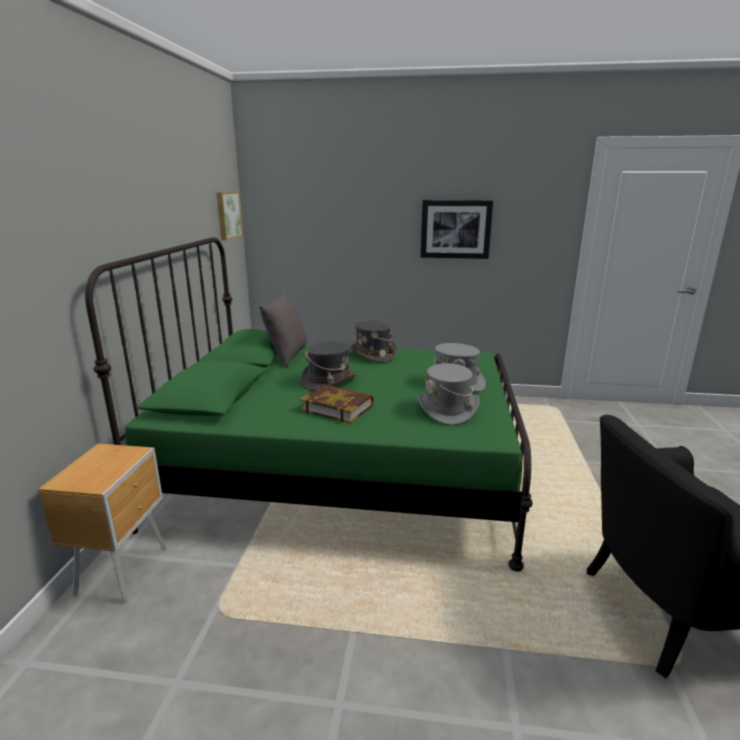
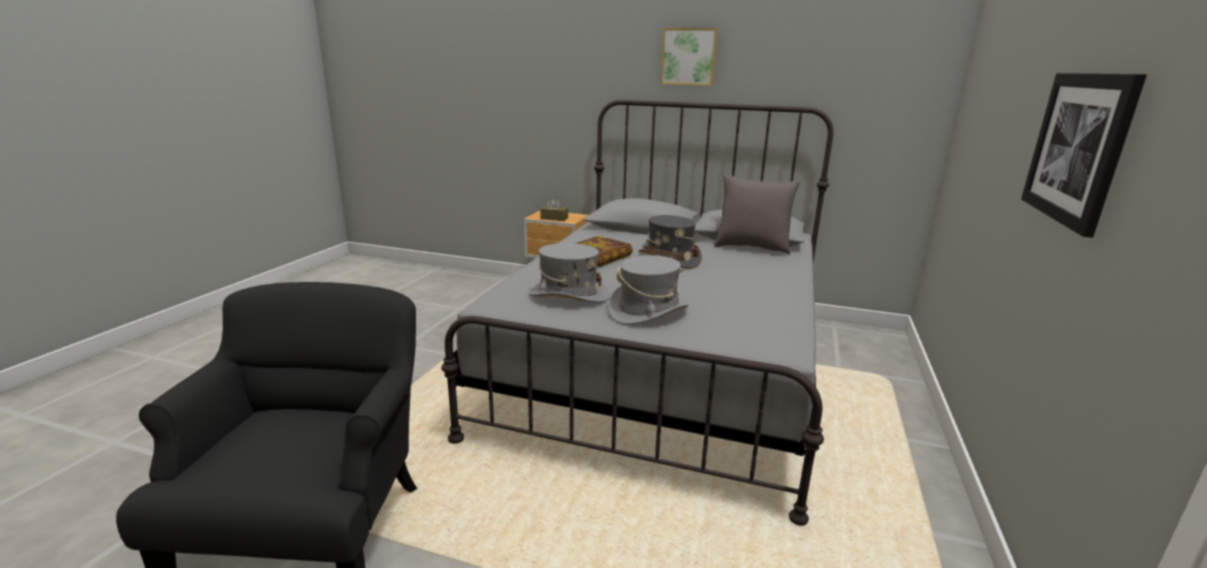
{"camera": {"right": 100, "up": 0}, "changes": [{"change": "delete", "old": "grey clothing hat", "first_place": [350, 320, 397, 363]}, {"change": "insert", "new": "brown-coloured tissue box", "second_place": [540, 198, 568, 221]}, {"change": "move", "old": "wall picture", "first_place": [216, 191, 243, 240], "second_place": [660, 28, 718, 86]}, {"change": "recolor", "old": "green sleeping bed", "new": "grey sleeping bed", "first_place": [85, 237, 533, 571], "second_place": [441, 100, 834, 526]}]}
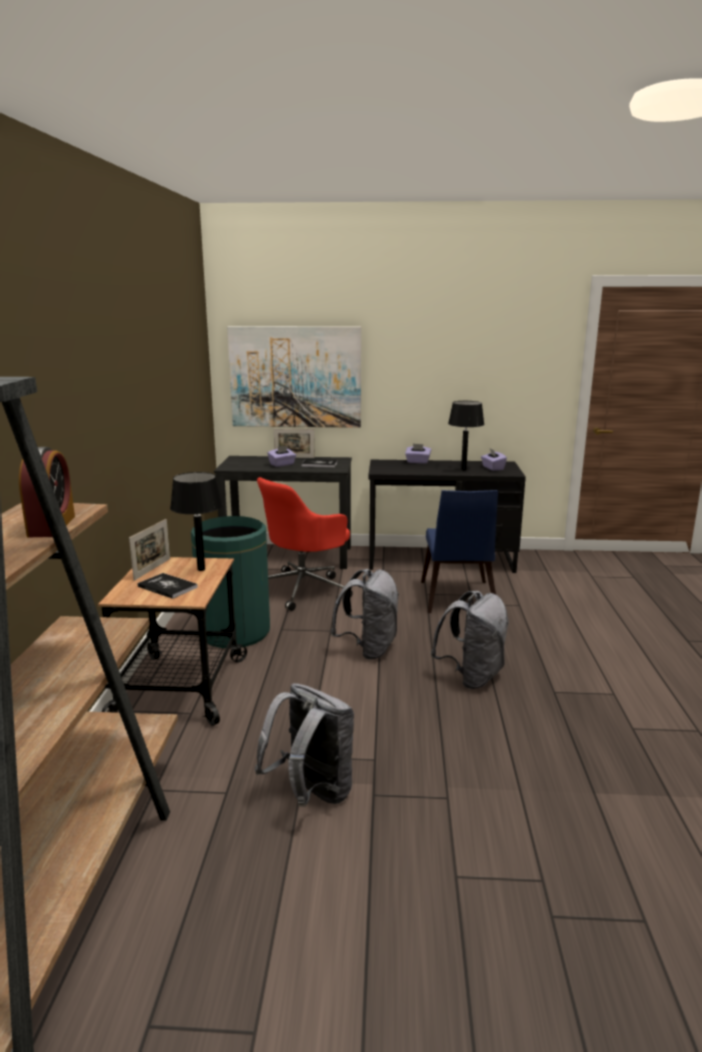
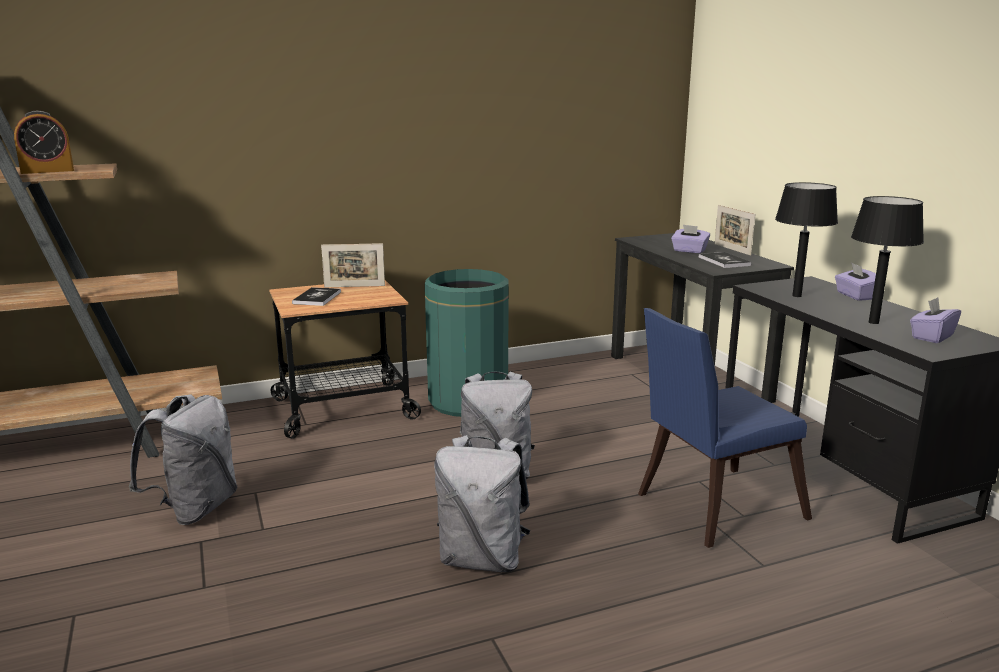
{"camera": {"right": 65, "up": 0}, "changes": [{"change": "delete", "old": "wall picture", "first_place": [227, 326, 361, 428]}, {"change": "delete", "old": "red-coloured desk chair", "first_place": [257, 477, 353, 611]}, {"change": "move", "old": "black lamp for a table", "first_place": [170, 472, 223, 571], "second_place": [775, 182, 838, 297]}]}
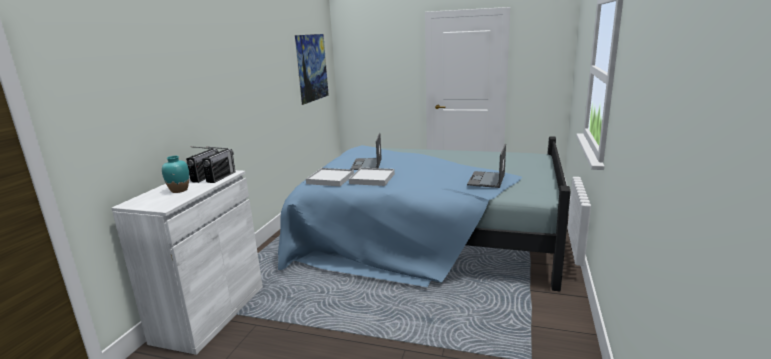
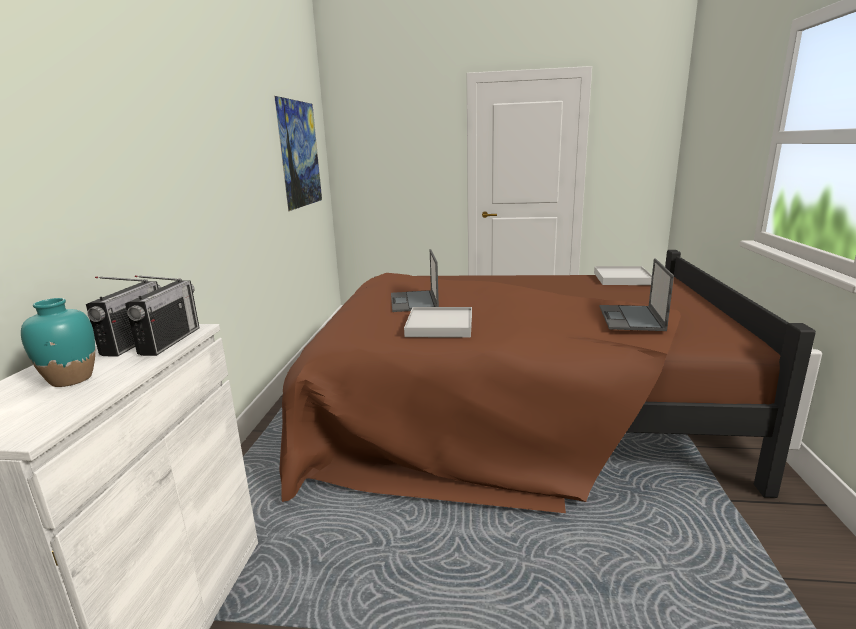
{"camera": {"right": -10, "up": 0}, "changes": [{"change": "move", "old": "white-coloured tray", "first_place": [306, 168, 354, 186], "second_place": [594, 266, 652, 285]}, {"change": "recolor", "old": "blue-coloured sleeping bed", "new": "brown-coloured sleeping bed", "first_place": [278, 136, 571, 291], "second_place": [279, 250, 816, 513]}]}
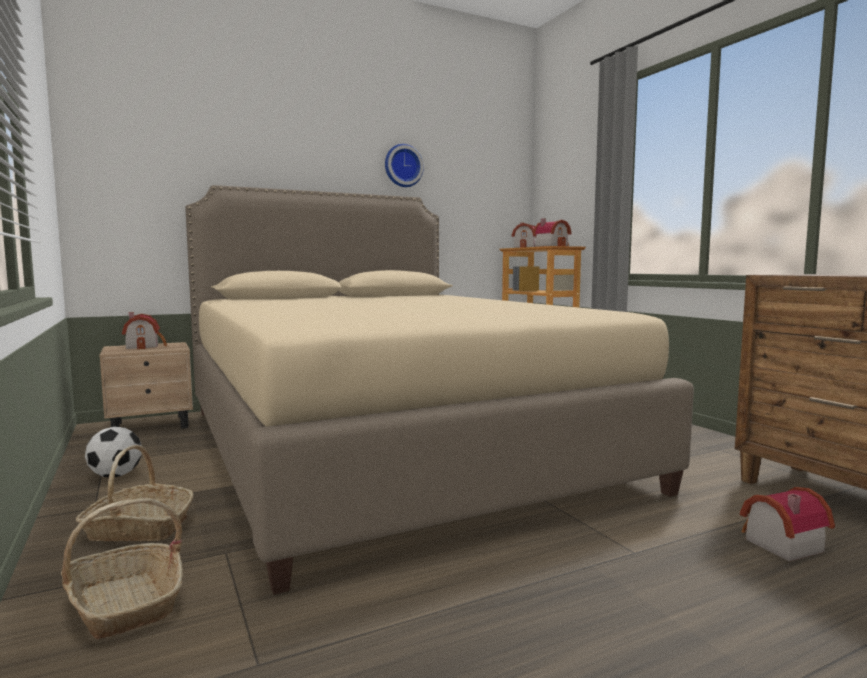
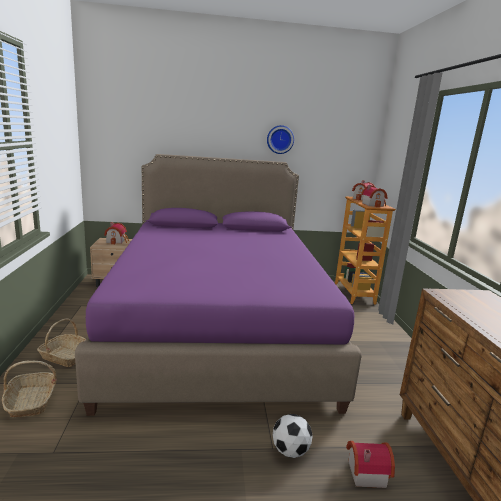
{"camera": {"right": 20, "up": 10}, "changes": [{"change": "move", "old": "football", "first_place": [85, 426, 142, 478], "second_place": [273, 414, 313, 458]}, {"change": "recolor", "old": "sand-coloured sleeping bed", "new": "purplish sleeping bed", "first_place": [185, 185, 694, 595], "second_place": [75, 154, 362, 416]}]}
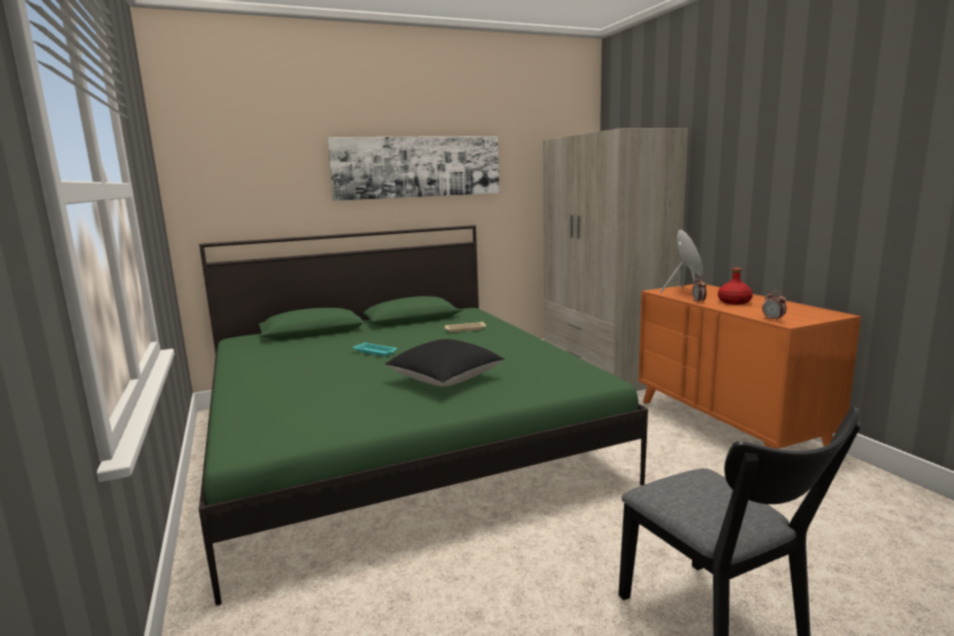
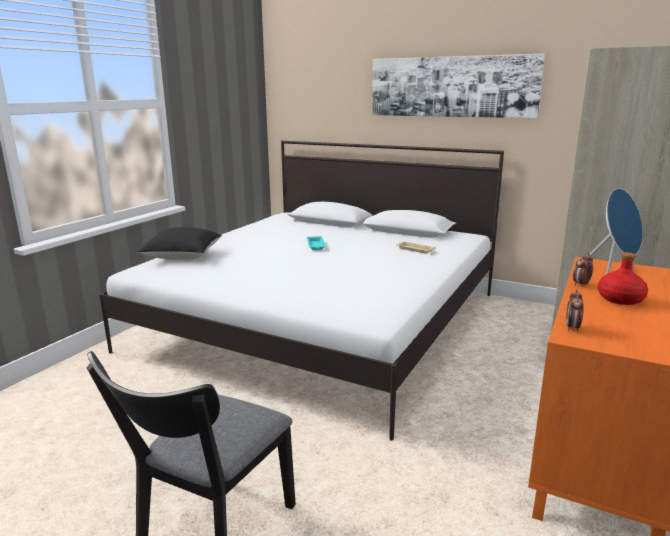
{"camera": {"right": 50, "up": 5}, "changes": [{"change": "move", "old": "black pillow", "first_place": [385, 339, 505, 386], "second_place": [138, 227, 222, 260]}, {"change": "recolor", "old": "green sleeping bed", "new": "white-coloured sleeping bed", "first_place": [198, 225, 648, 606], "second_place": [99, 141, 504, 441]}]}
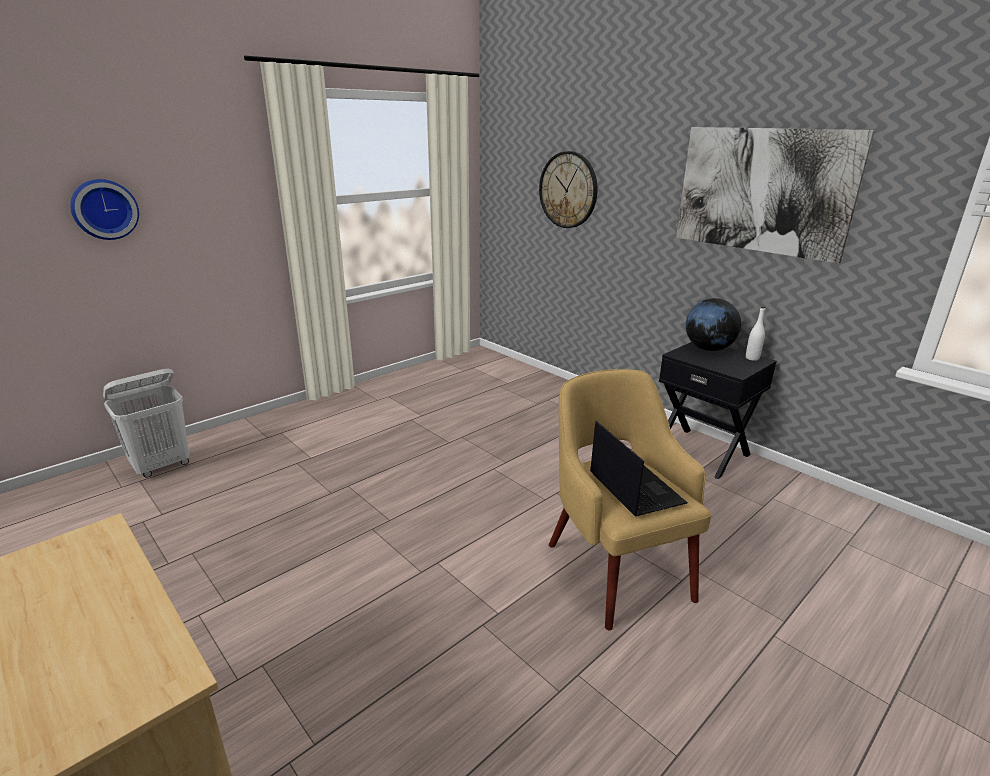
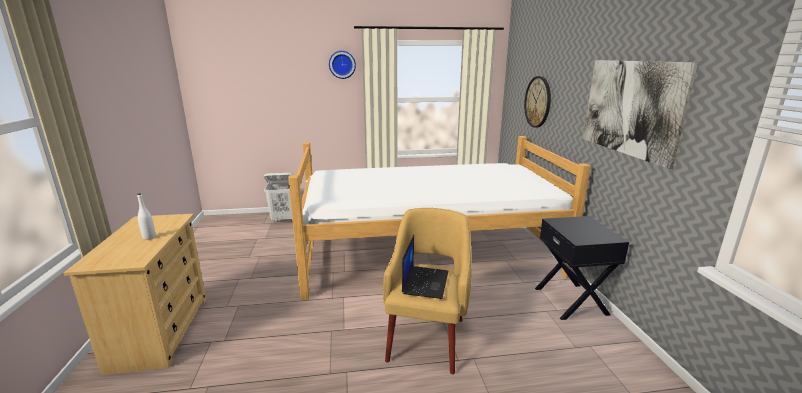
{"camera": {"right": 35, "up": -5}, "changes": [{"change": "delete", "old": "globe", "first_place": [686, 298, 741, 351]}, {"change": "insert", "new": "sleeping bed", "second_place": [288, 136, 591, 300]}, {"change": "move", "old": "clock on the wall", "first_place": [70, 179, 139, 240], "second_place": [329, 51, 356, 79]}, {"change": "move", "old": "white-coloured bottle", "first_place": [746, 307, 765, 361], "second_place": [137, 193, 156, 240]}]}
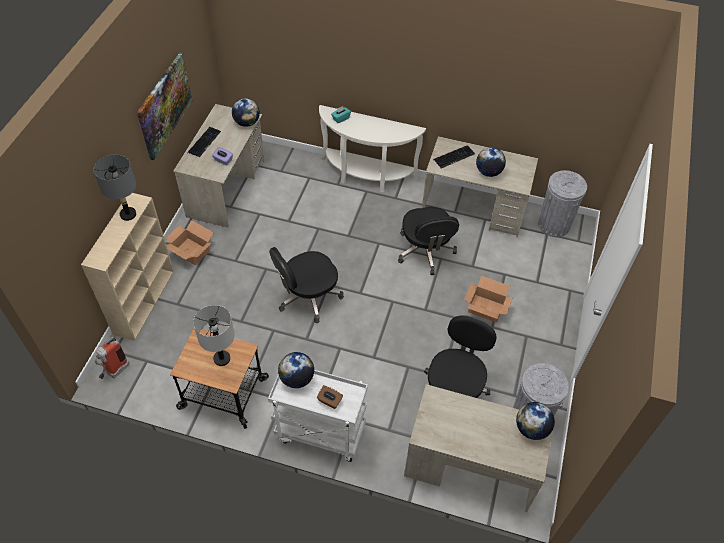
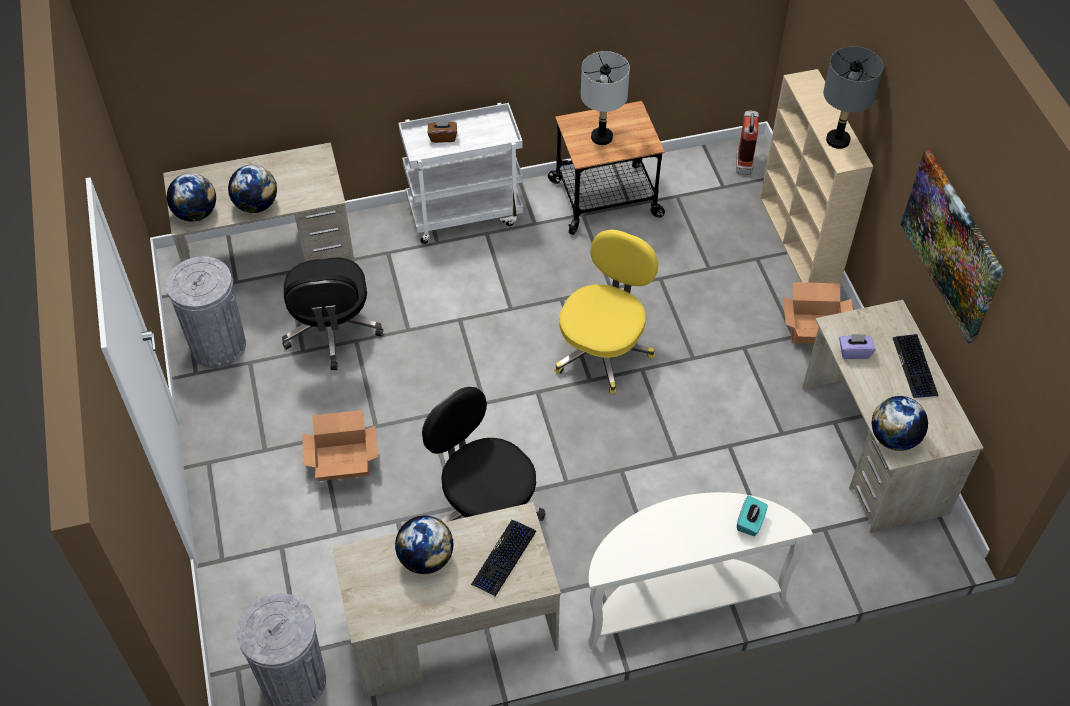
{"camera": {"right": 150, "up": 0}, "changes": [{"change": "move", "old": "globe", "first_place": [278, 352, 314, 388], "second_place": [228, 165, 277, 213]}, {"change": "recolor", "old": "black desk chair", "new": "yellow-coloured desk chair", "first_place": [269, 247, 344, 323], "second_place": [555, 230, 658, 394]}]}
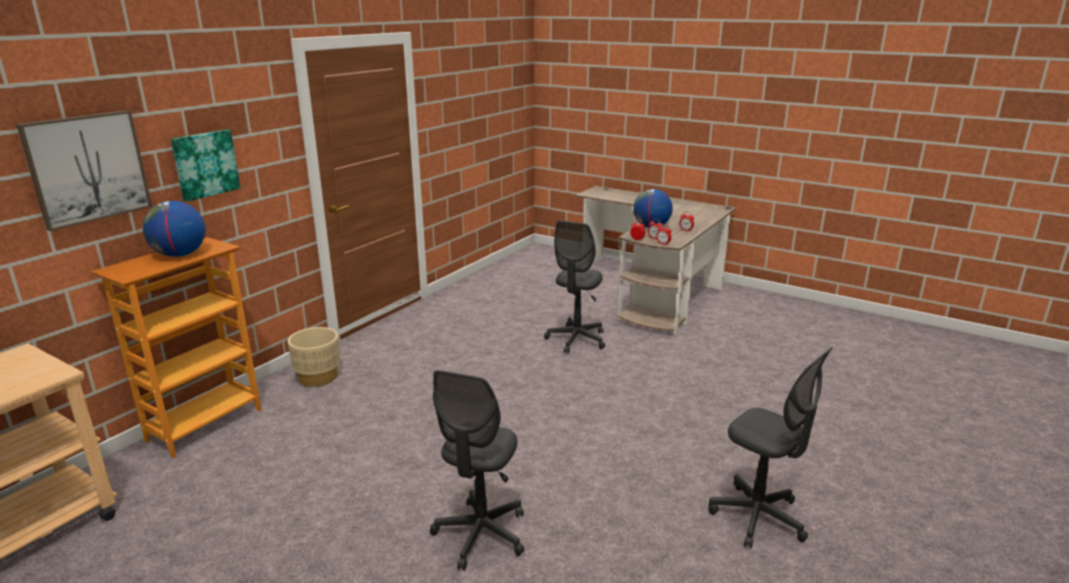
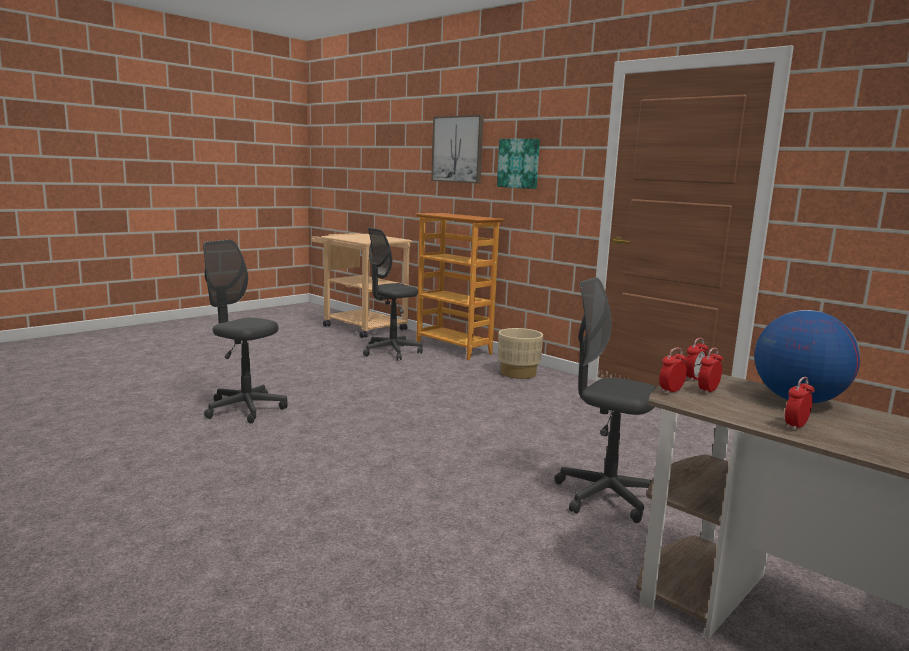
{"camera": {"right": 100, "up": -10}, "changes": [{"change": "delete", "old": "globe", "first_place": [143, 201, 206, 257]}, {"change": "move", "old": "grey desk chair", "first_place": [708, 347, 833, 548], "second_place": [363, 227, 423, 360]}]}
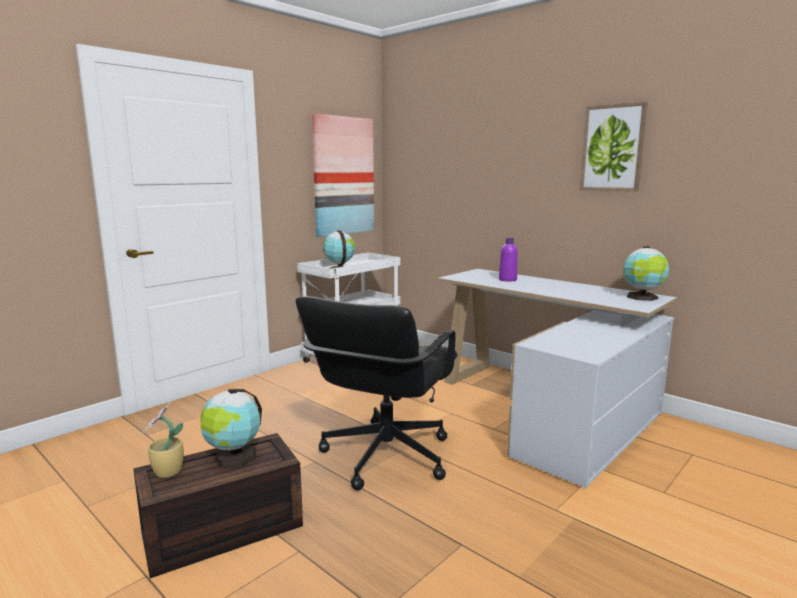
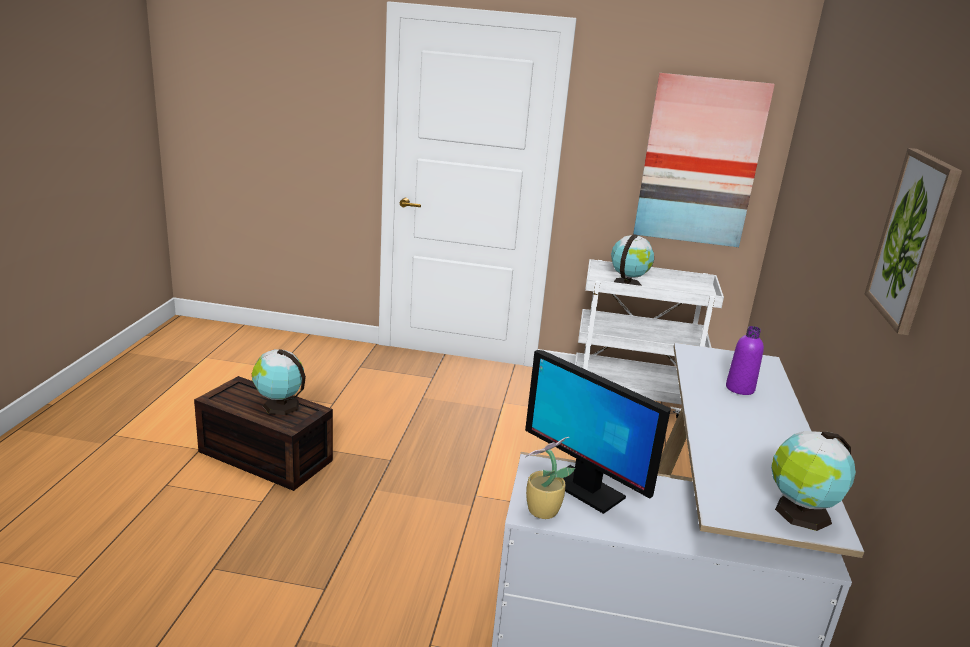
{"camera": {"right": 55, "up": 10}, "changes": [{"change": "delete", "old": "black desk chair", "first_place": [296, 296, 457, 490]}, {"change": "insert", "new": "computer display", "second_place": [525, 350, 671, 514]}, {"change": "move", "old": "plant in a pot", "first_place": [142, 399, 184, 478], "second_place": [525, 437, 575, 519]}]}
